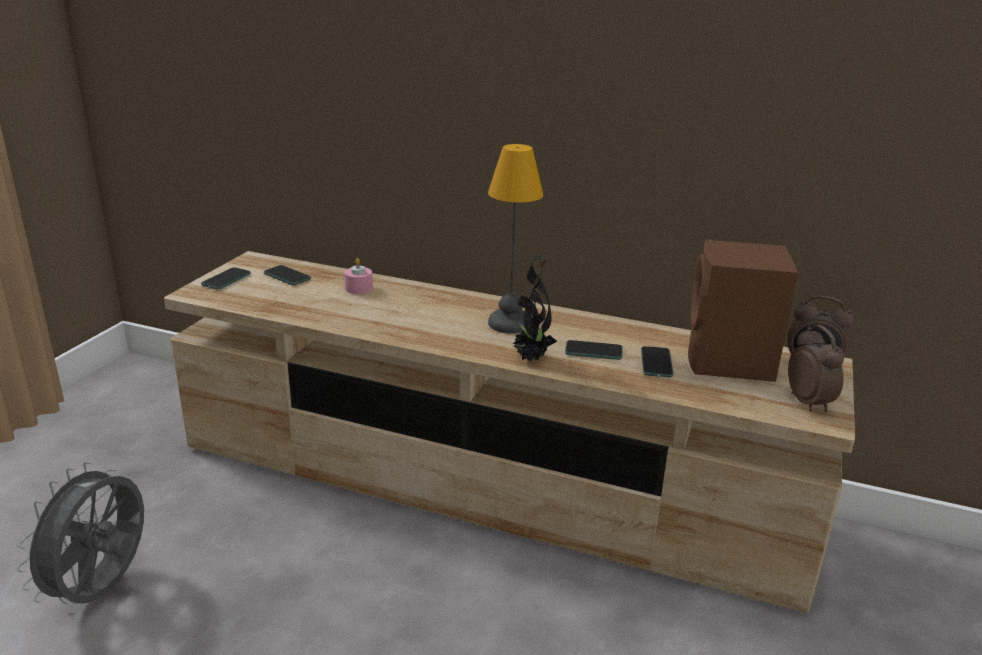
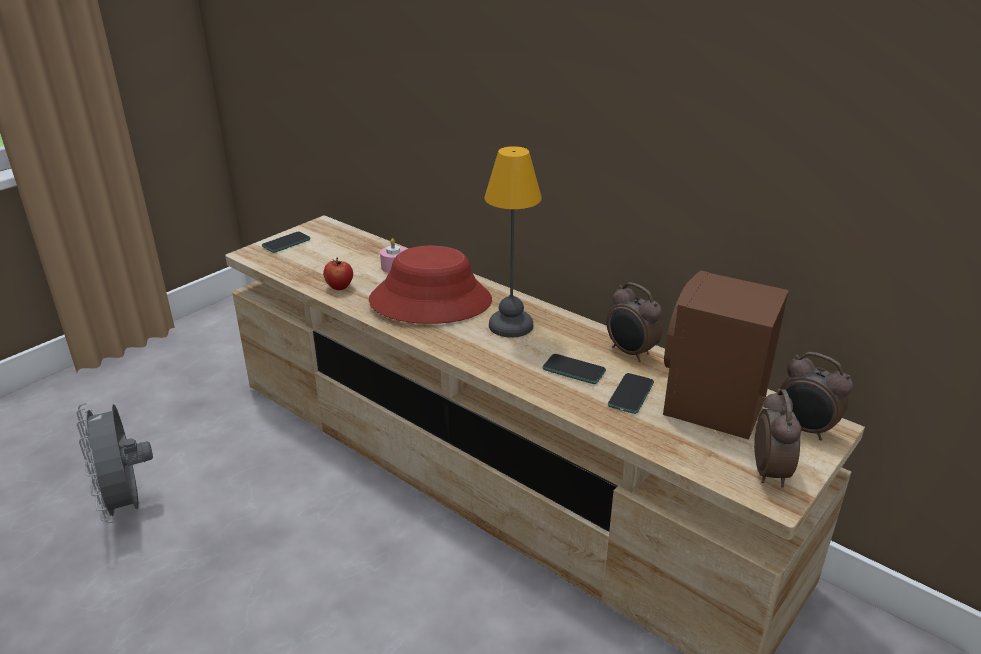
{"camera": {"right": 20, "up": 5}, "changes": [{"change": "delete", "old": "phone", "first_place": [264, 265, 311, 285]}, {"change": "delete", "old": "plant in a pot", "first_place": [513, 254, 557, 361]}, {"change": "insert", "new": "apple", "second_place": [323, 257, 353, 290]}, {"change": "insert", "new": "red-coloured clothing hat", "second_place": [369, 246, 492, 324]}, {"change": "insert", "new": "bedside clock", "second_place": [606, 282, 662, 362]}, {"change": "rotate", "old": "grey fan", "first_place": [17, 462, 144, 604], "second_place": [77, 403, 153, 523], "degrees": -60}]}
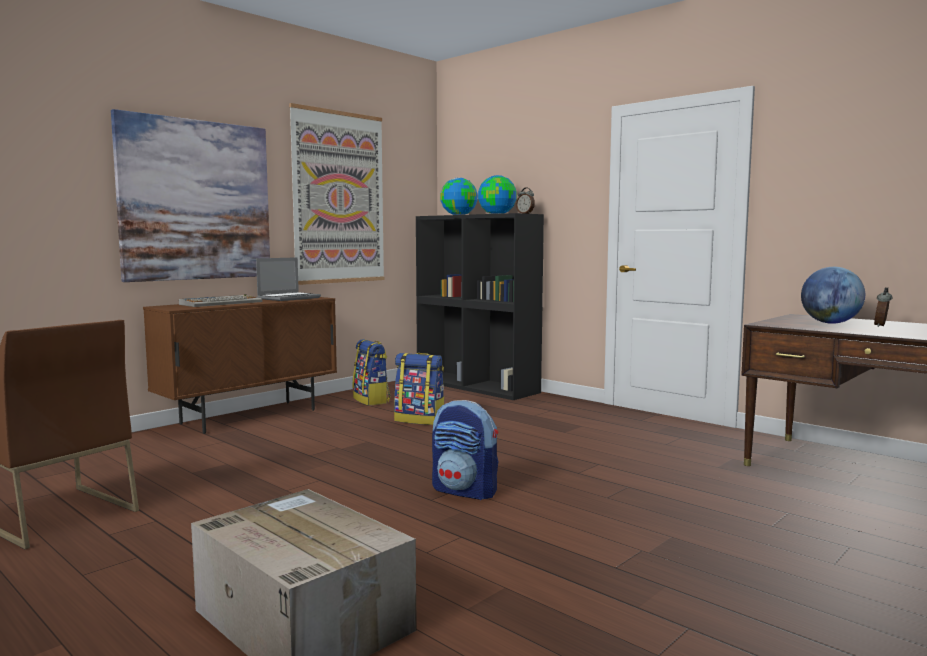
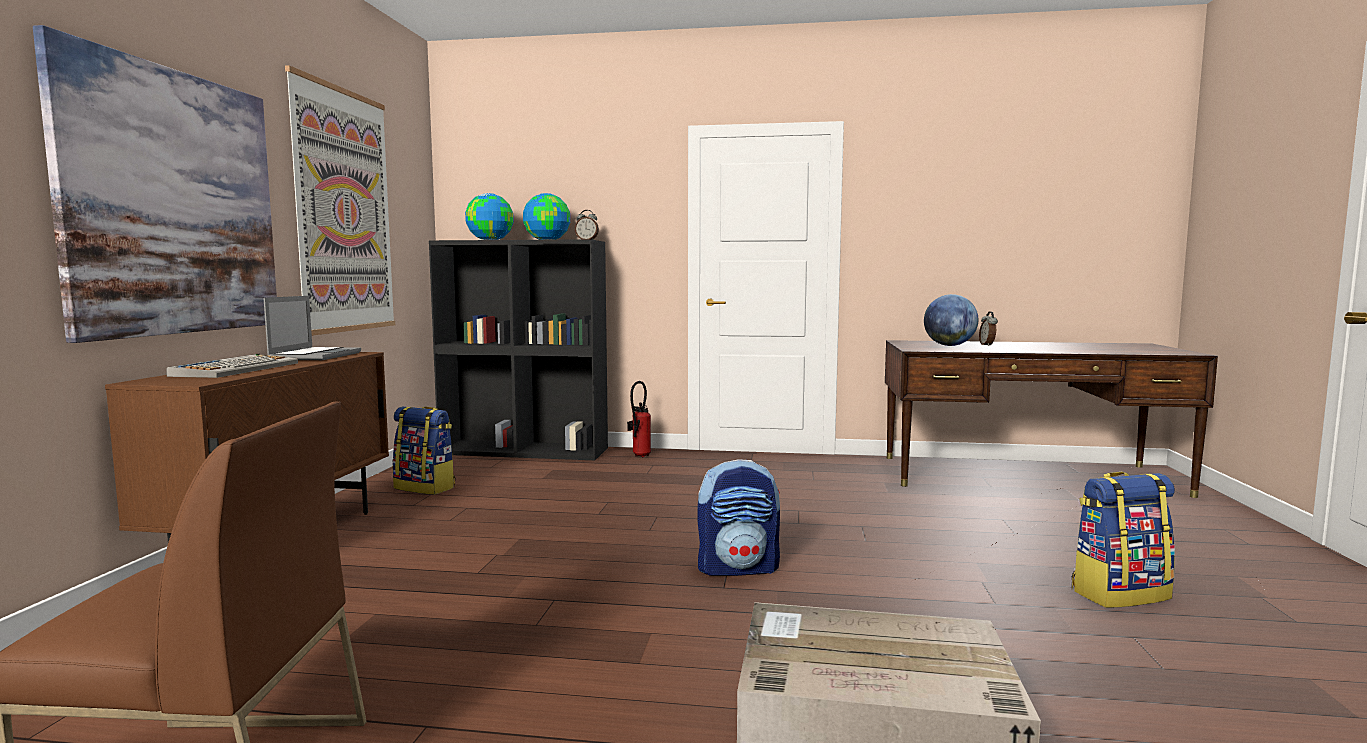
{"camera": {"right": -35, "up": 0}, "changes": [{"change": "insert", "new": "fire extinguisher", "second_place": [627, 381, 651, 457]}, {"change": "move", "old": "rucksack", "first_place": [394, 353, 444, 425], "second_place": [1072, 472, 1175, 608]}]}
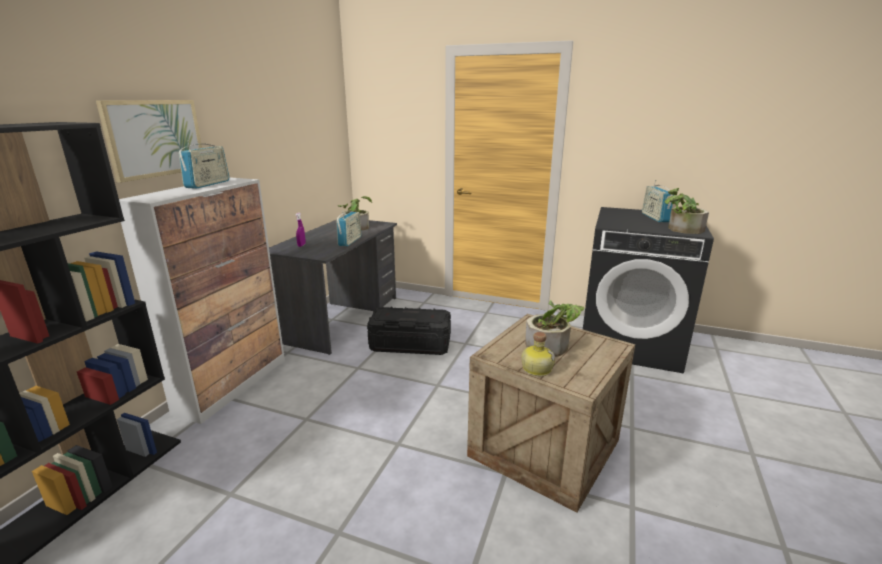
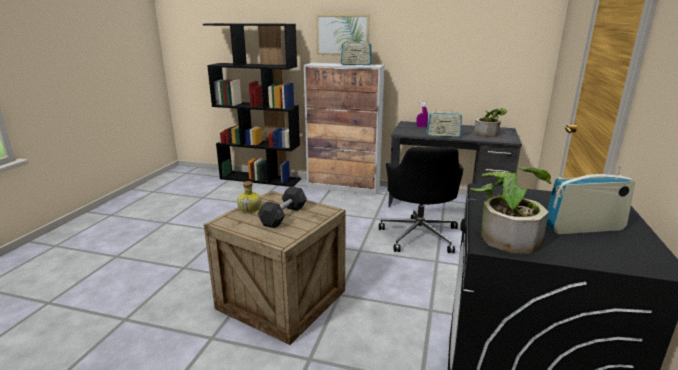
{"camera": {"right": 85, "up": 0}, "changes": [{"change": "replace", "old": "black storage container", "new": "black desk chair", "first_place": [367, 307, 451, 355], "second_place": [379, 147, 464, 253]}, {"change": "replace", "old": "plant in a pot", "new": "grey free weight", "first_place": [525, 300, 584, 357], "second_place": [258, 186, 307, 228]}]}
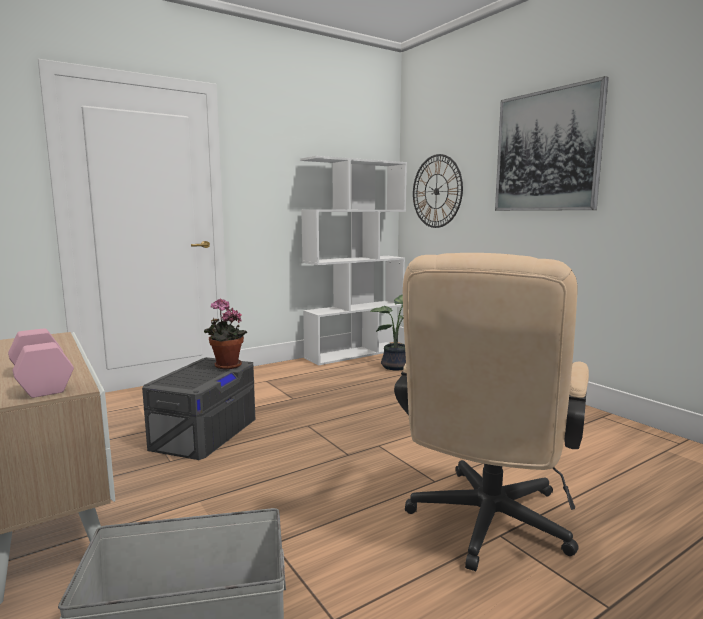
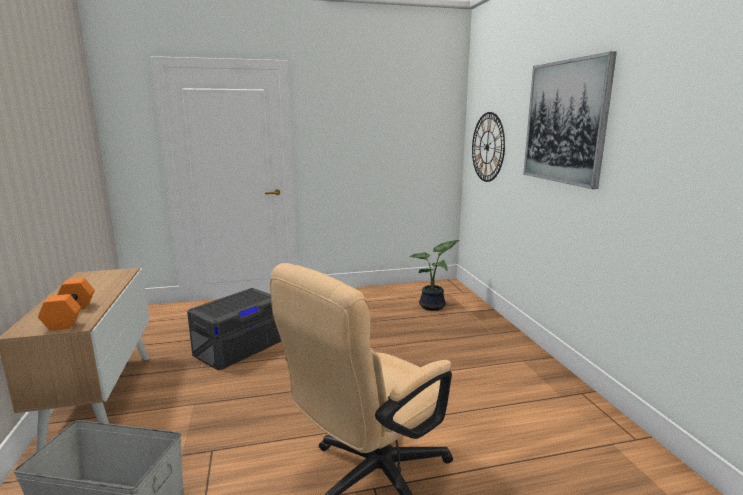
{"camera": {"right": 20, "up": 5}, "changes": [{"change": "delete", "old": "plant in a pot", "first_place": [204, 298, 248, 370]}, {"change": "delete", "old": "white-coloured bookshelf", "first_place": [300, 156, 407, 366]}, {"change": "recolor", "old": "pinkish free weight", "new": "orange-coloured free weight", "first_place": [8, 328, 74, 398], "second_place": [38, 278, 95, 331]}]}
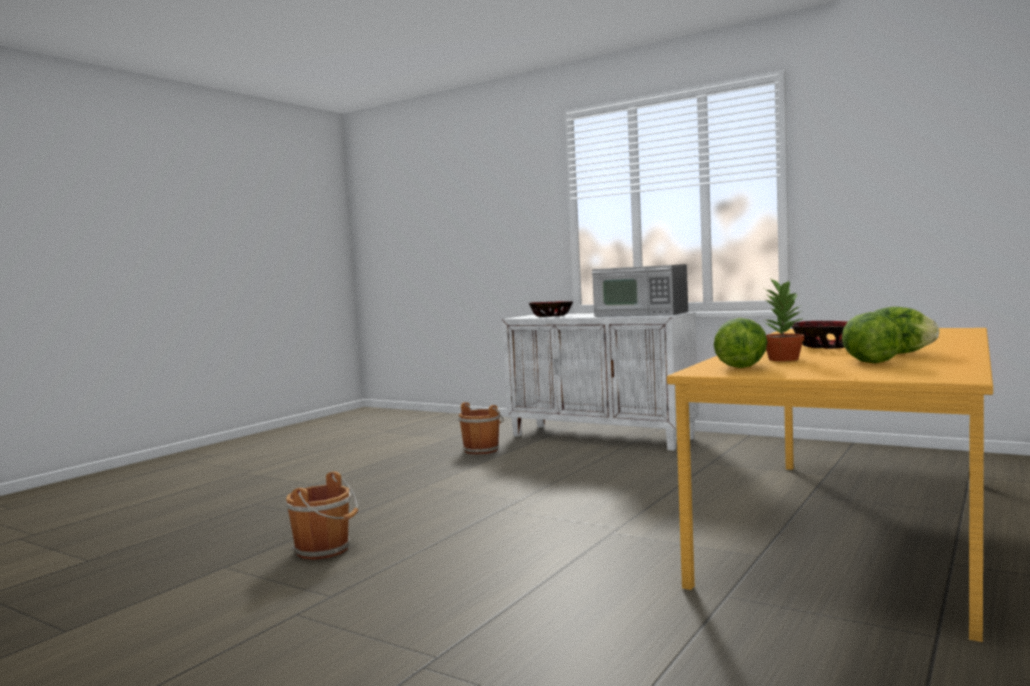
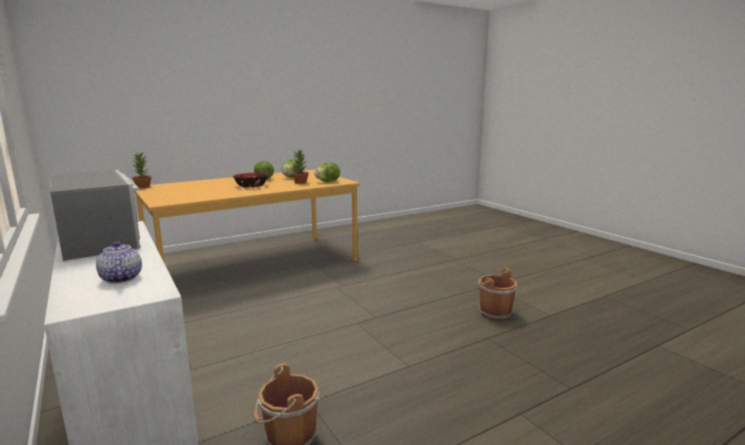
{"camera": {"right": -155, "up": 10}, "changes": [{"change": "insert", "new": "plant in a pot", "second_place": [132, 153, 152, 188]}, {"change": "replace", "old": "serving bowl", "new": "teapot", "first_place": [528, 301, 573, 317], "second_place": [96, 241, 142, 284]}]}
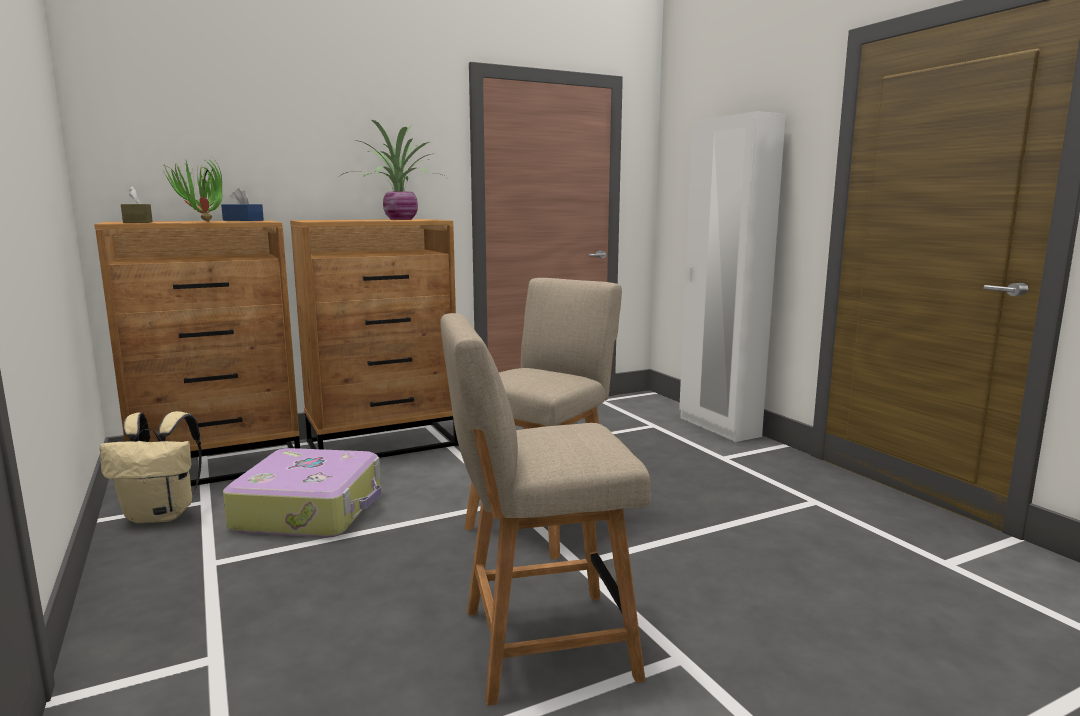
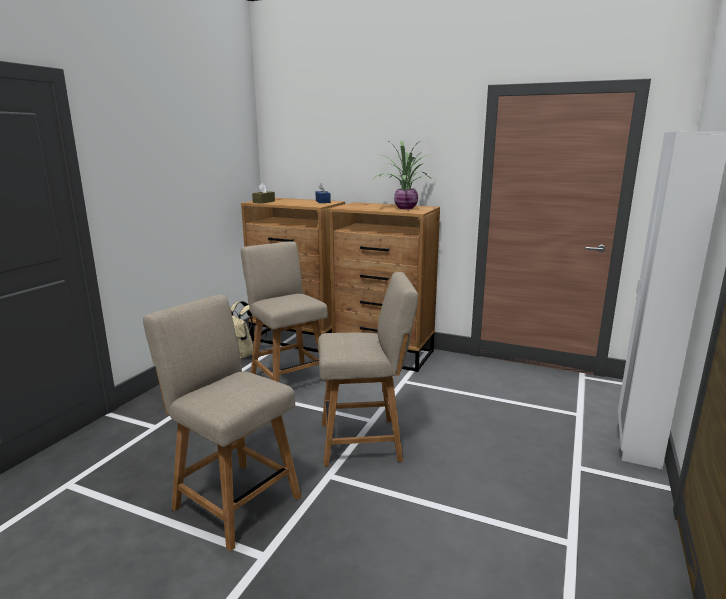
{"camera": {"right": 50, "up": 5}, "changes": [{"change": "delete", "old": "plant in a pot", "first_place": [162, 157, 222, 222]}, {"change": "replace", "old": "travel case", "new": "sand-coloured chair", "first_place": [223, 448, 381, 537], "second_place": [241, 241, 328, 383]}]}
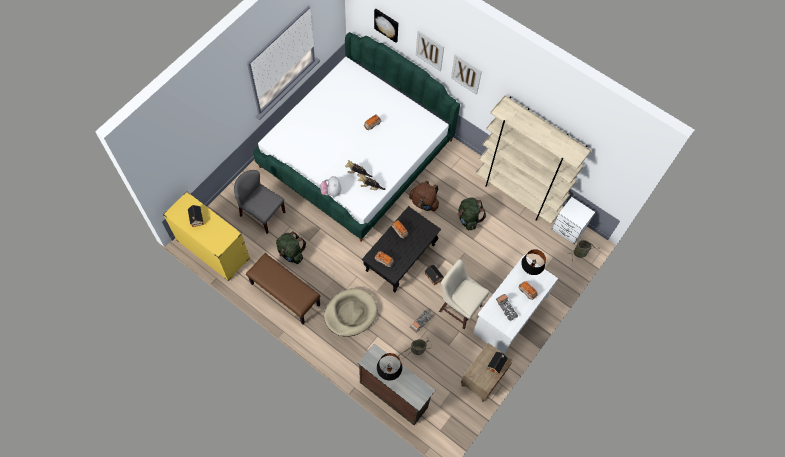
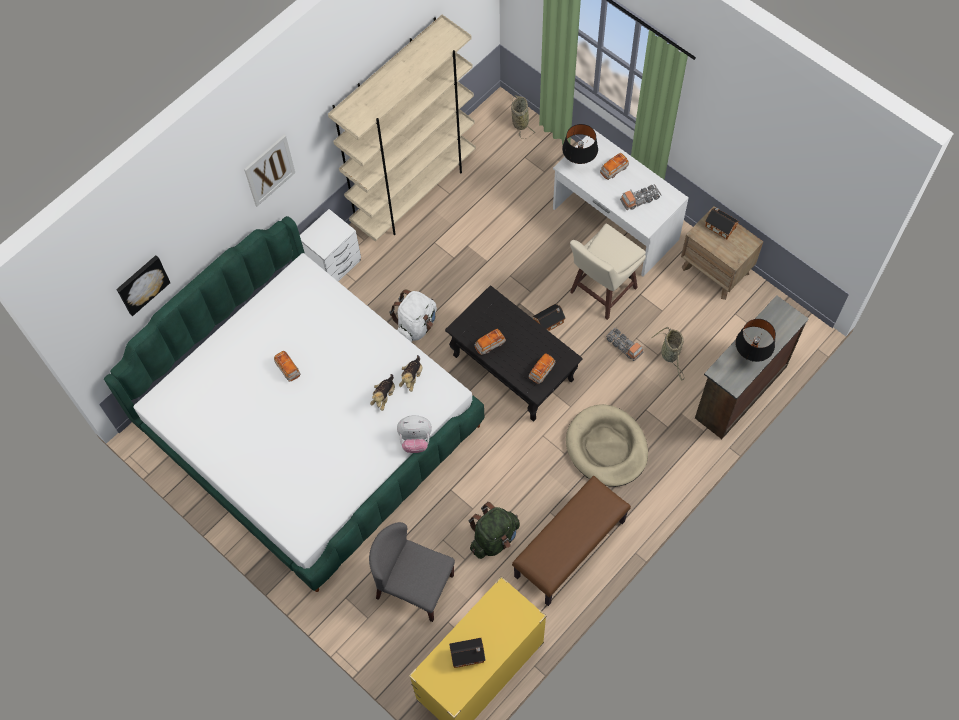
{"camera": {"right": -80, "up": 0}, "changes": [{"change": "delete", "old": "wall picture", "first_place": [416, 30, 444, 71]}, {"change": "delete", "old": "green rucksack", "first_place": [457, 198, 486, 231]}, {"change": "move", "old": "white-coloured night table", "first_place": [552, 197, 595, 244], "second_place": [300, 209, 361, 281]}, {"change": "recolor", "old": "brown-coloured rucksack", "new": "white-coloured rucksack", "first_place": [409, 181, 439, 211], "second_place": [389, 289, 437, 342]}, {"change": "rotate", "old": "grey chair", "first_place": [234, 170, 285, 234], "second_place": [369, 522, 455, 622], "degrees": 75}]}
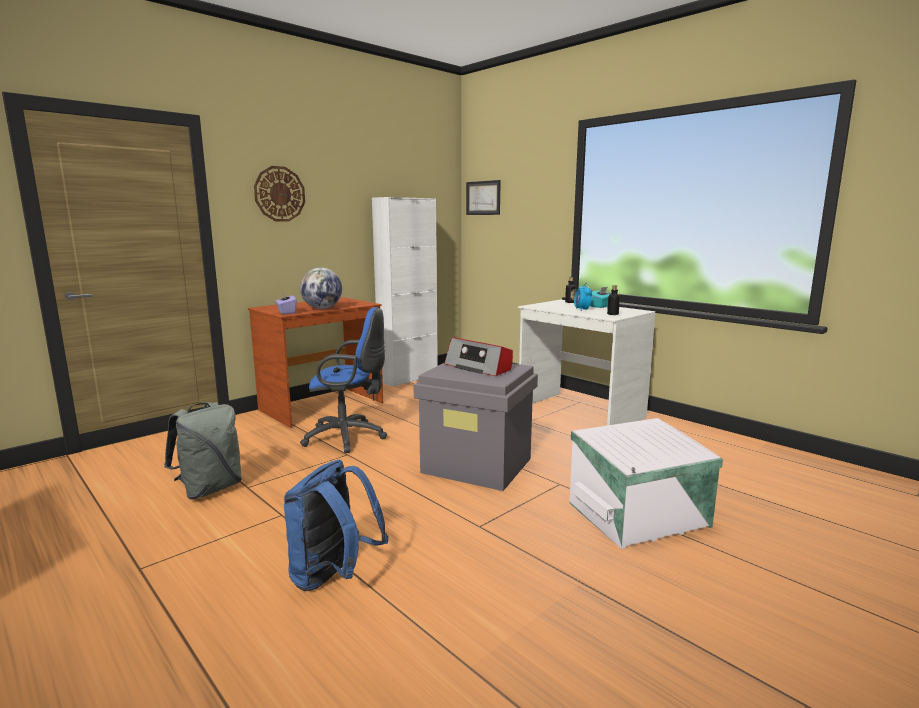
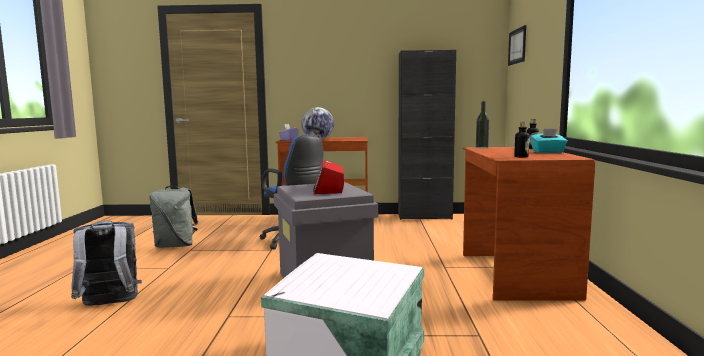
{"camera": {"right": 45, "up": -5}, "changes": [{"change": "delete", "old": "clock on the wall", "first_place": [254, 166, 305, 222]}, {"change": "delete", "old": "bedside clock", "first_place": [574, 282, 592, 311]}, {"change": "insert", "new": "bottle", "second_place": [476, 101, 490, 148]}, {"change": "recolor", "old": "blue-coloured rucksack", "new": "grey rucksack", "first_place": [284, 460, 389, 591], "second_place": [71, 221, 142, 306]}, {"change": "recolor", "old": "white-coloured cupboard", "new": "black cupboard", "first_place": [372, 197, 438, 387], "second_place": [398, 50, 456, 220]}, {"change": "recolor", "old": "white-coloured desk unit", "new": "brown-coloured desk unit", "first_place": [518, 300, 655, 426], "second_place": [463, 147, 596, 301]}]}
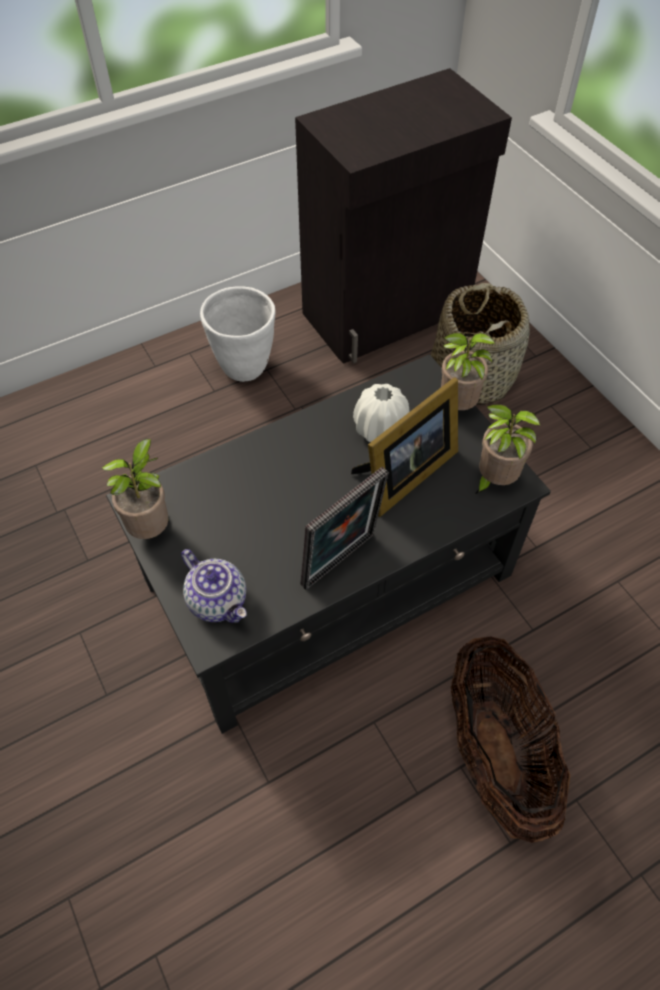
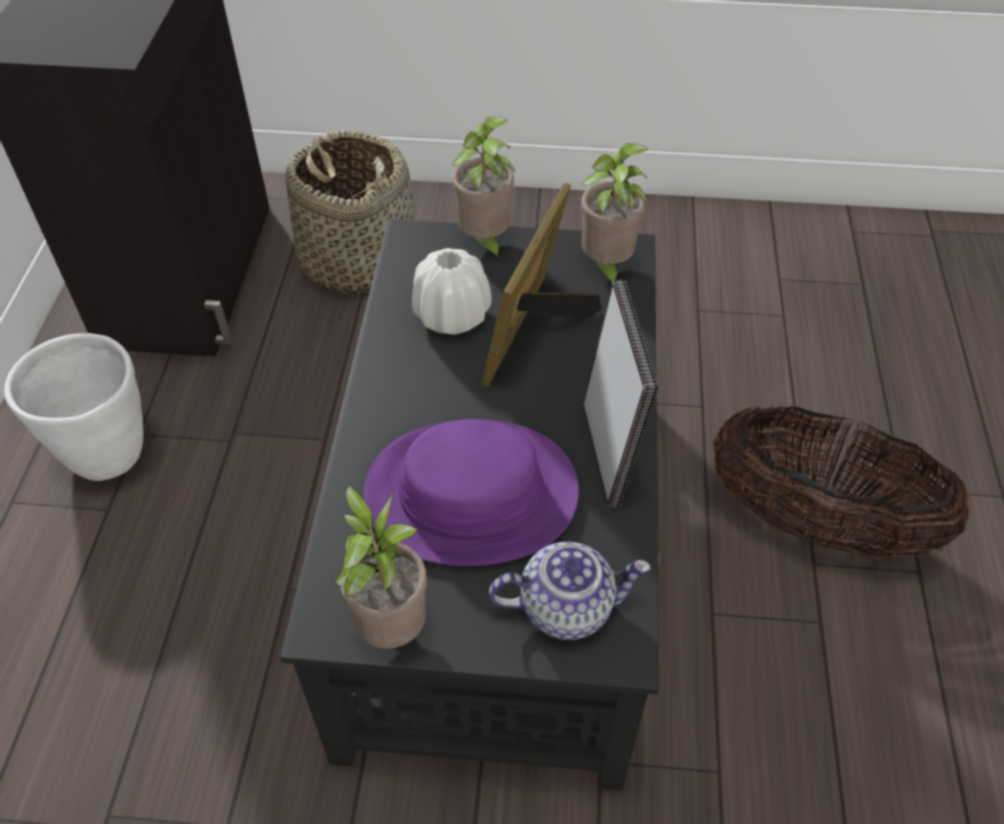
{"camera": {"right": -55, "up": -5}, "changes": [{"change": "insert", "new": "purplish clothing hat", "second_place": [363, 419, 579, 566]}, {"change": "rotate", "old": "standing frame", "first_place": [351, 377, 458, 517], "second_place": [481, 183, 601, 387], "degrees": -150}]}
